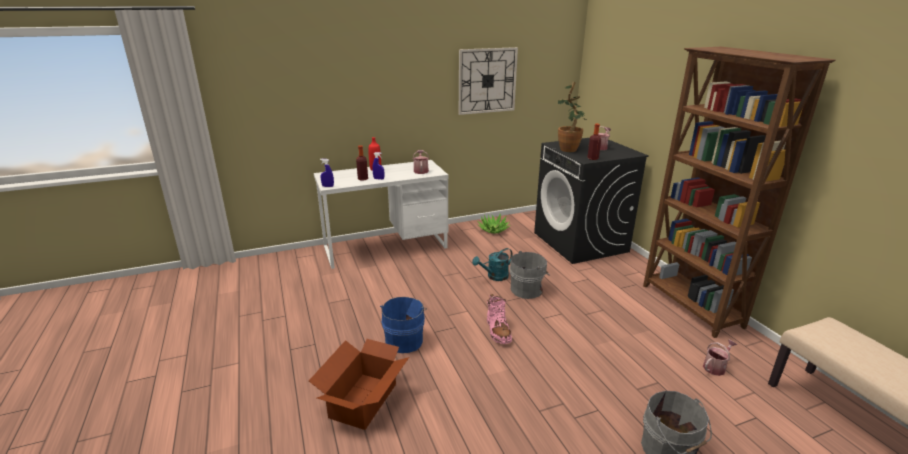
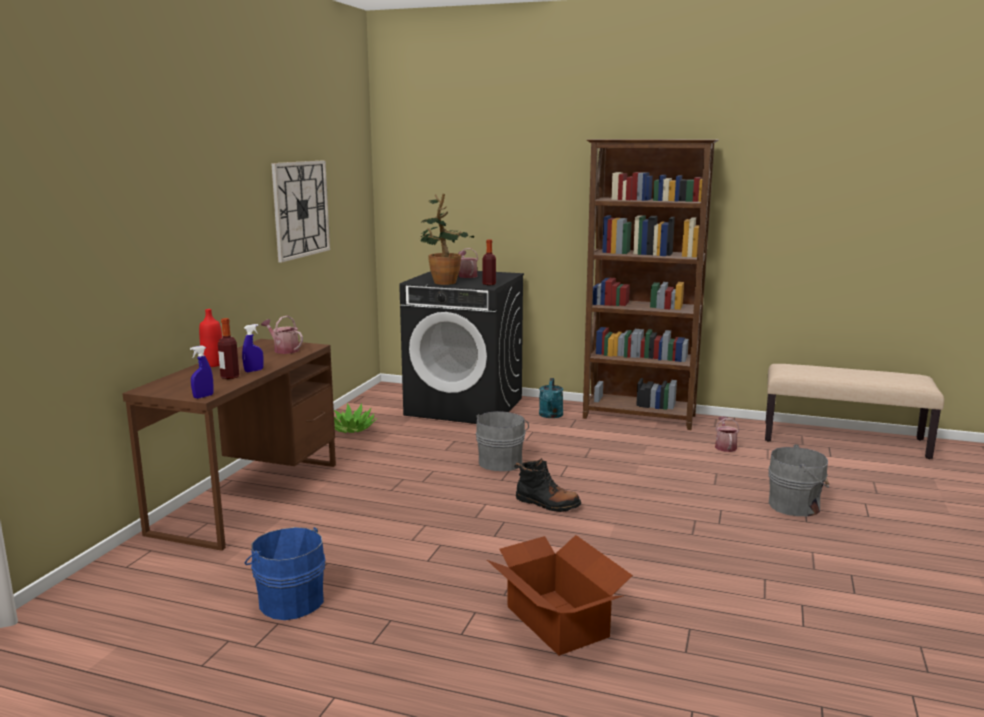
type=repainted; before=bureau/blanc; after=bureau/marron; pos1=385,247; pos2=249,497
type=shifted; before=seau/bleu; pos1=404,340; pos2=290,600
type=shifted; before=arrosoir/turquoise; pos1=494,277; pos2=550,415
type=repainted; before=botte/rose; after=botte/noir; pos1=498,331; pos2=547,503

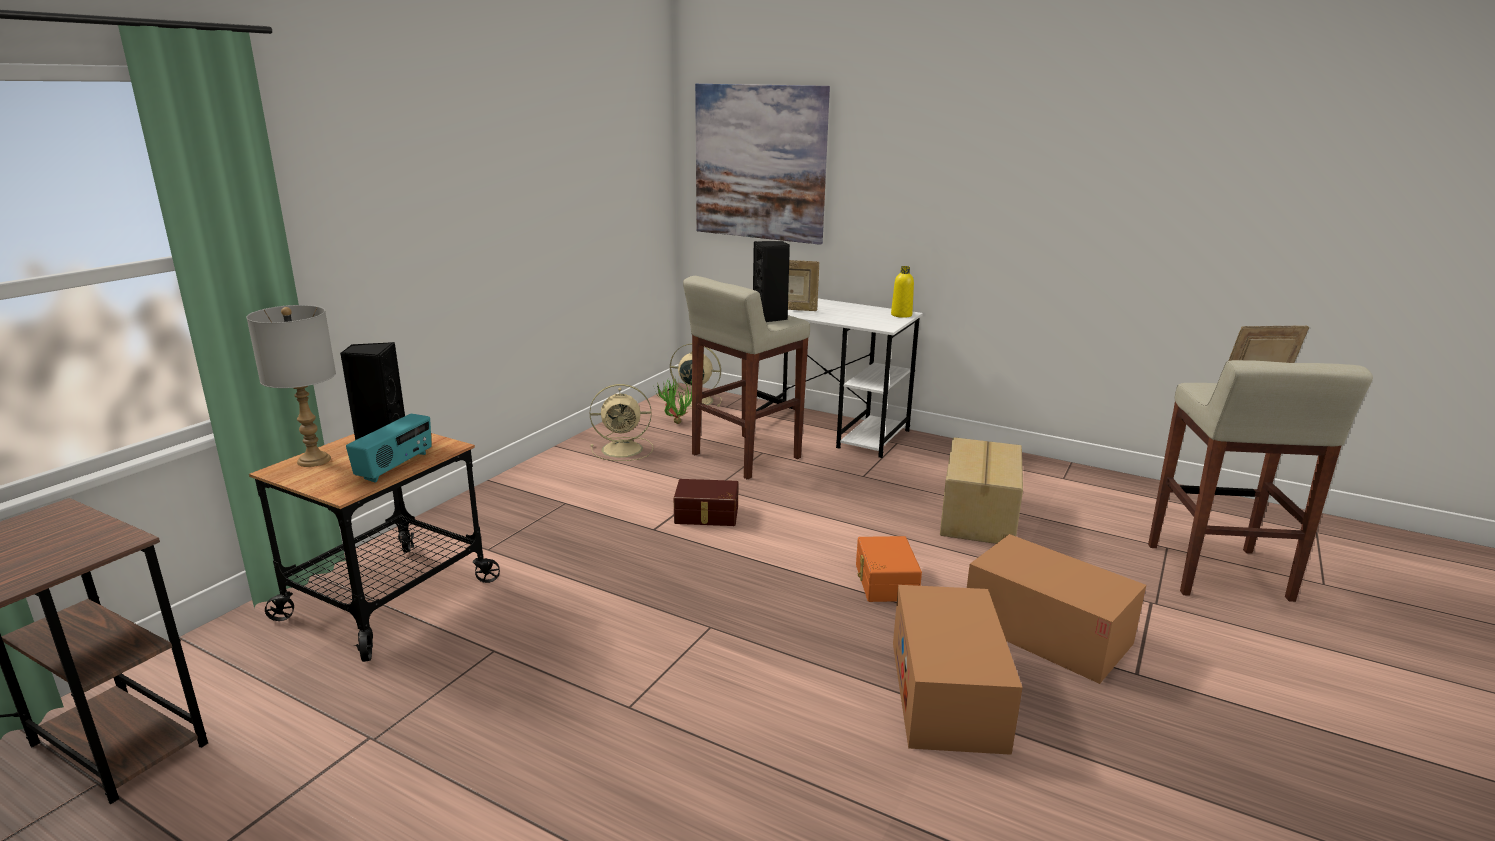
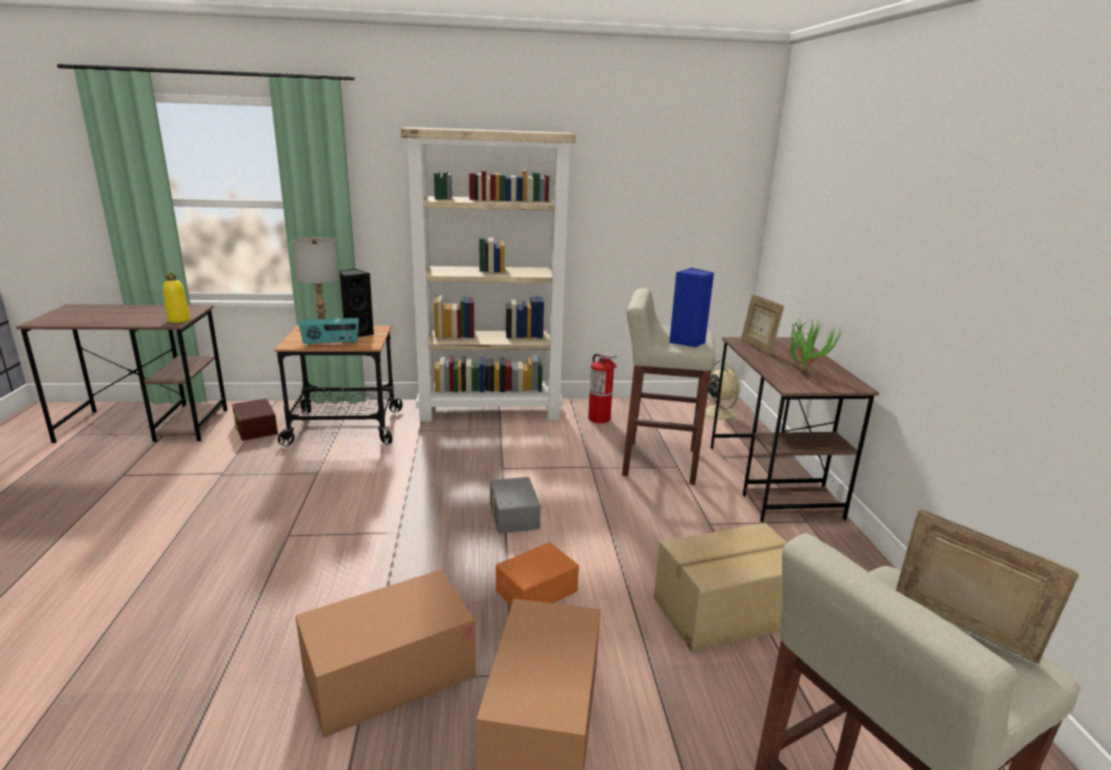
type=swapped; before=ventilateur/beige; after=extincteur; pos1=624,449; pos2=599,418
type=shifted; before=plante en pot; pos1=676,421; pos2=804,370
type=shifted; before=boîte de rangement/marron; pos1=706,515; pos2=254,428
type=gone; before=tableau; pos1=760,163
type=repainted; before=enceinte/noir; after=enceinte/bleu; pos1=770,318; pos2=688,342
type=repainted; before=bureau/blanc; after=bureau/marron; pos1=830,430; pos2=772,481
type=shifted; before=bouteille/jaune; pos1=901,315; pos2=179,320
type=new; after=bibliothèque/beige; pos2=491,411
type=new; after=boîte de rangement/gris; pos2=512,515

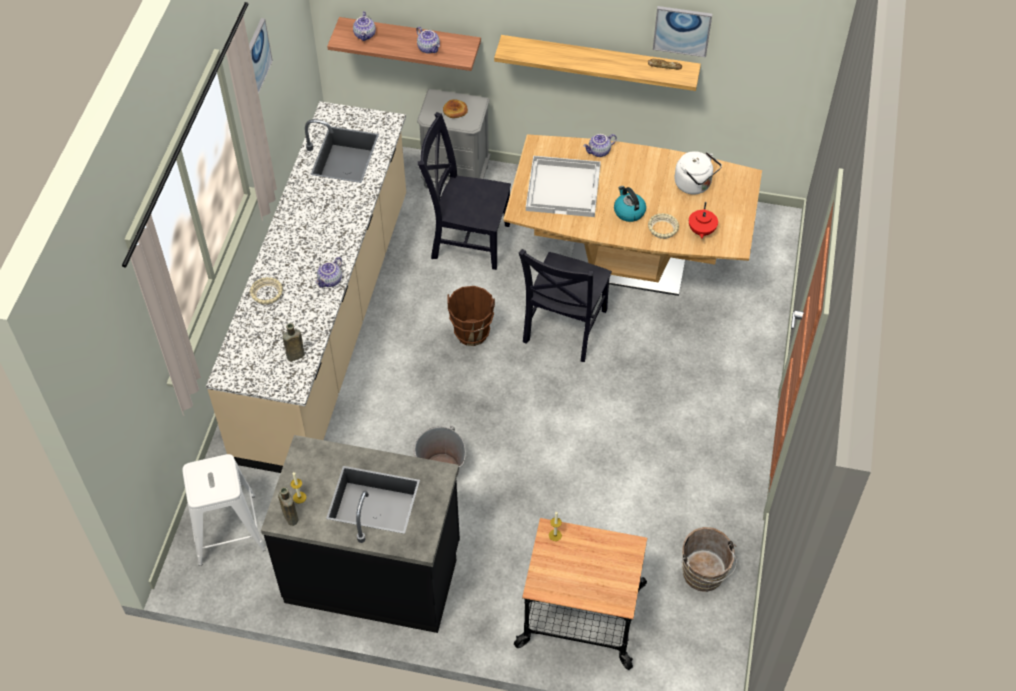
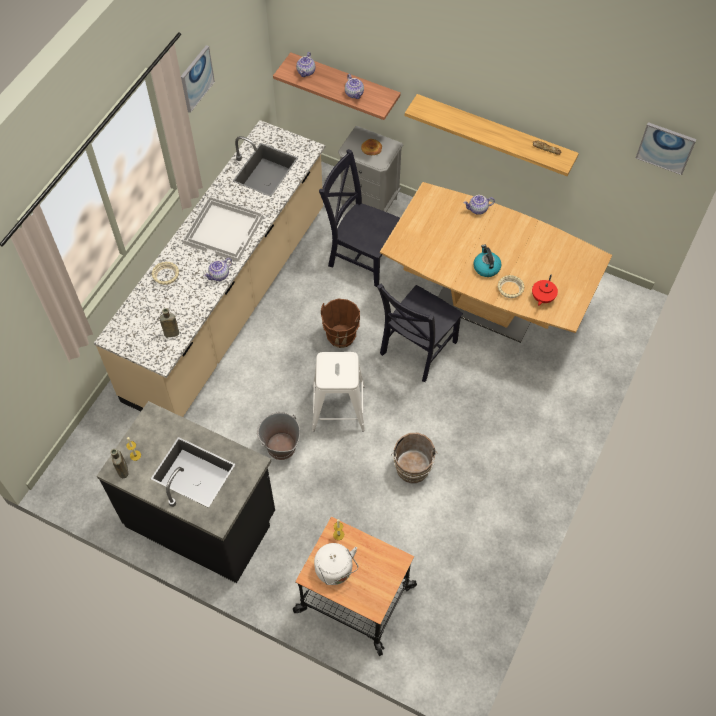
type=shifted; before=tabouret/blanc; pos1=227,529; pos2=338,408
type=shifted; before=plateau/blanc; pos1=564,187; pos2=224,230
type=shifted; before=tableau; pos1=682,30; pos2=665,147
type=shifted; before=bouilloire/blanc; pos1=694,185; pos2=335,571
type=shifted; before=seau/marron; pos1=704,576; pos2=412,471

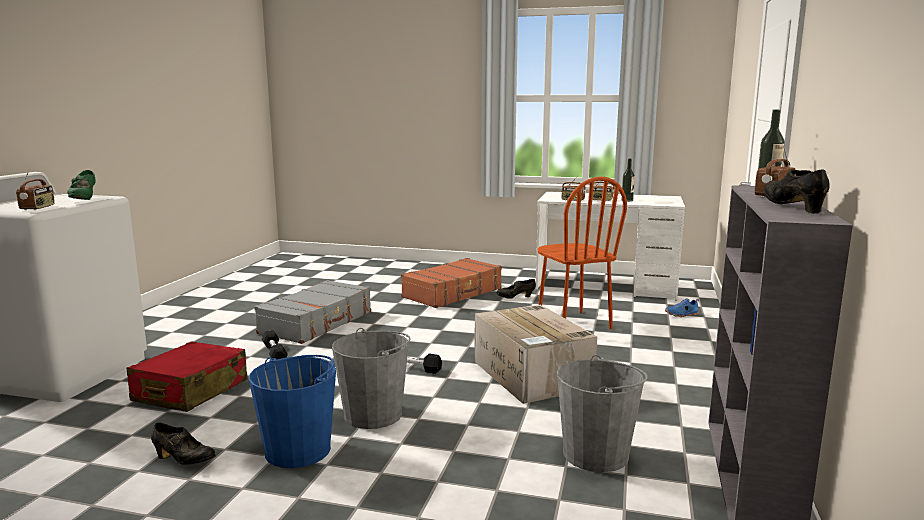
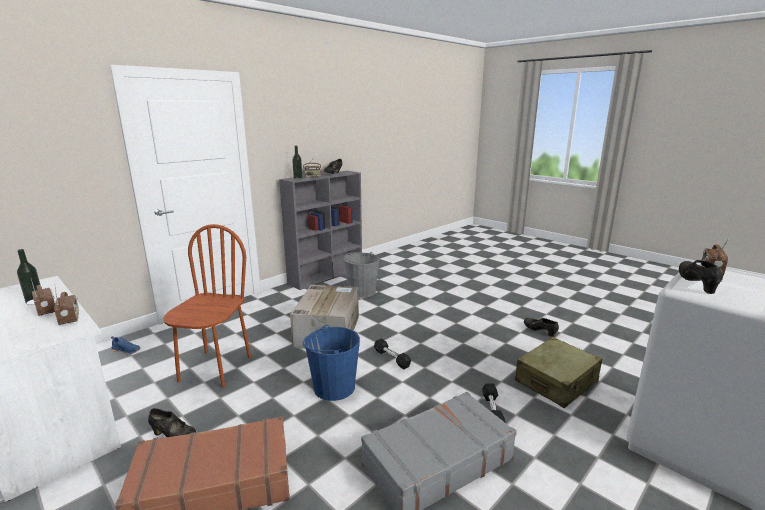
type=repainted; before=chaussure/vert; after=chaussure/noir; pos1=84,200; pos2=696,284
type=repainted; before=valise/rouge; after=valise/beige; pos1=190,391; pos2=556,381
type=shifted; before=seau/bleu; pos1=298,450; pos2=334,387
type=gone; before=seau/gris; pos1=373,414

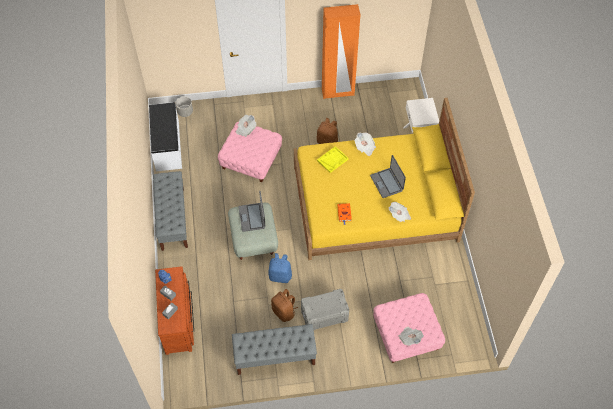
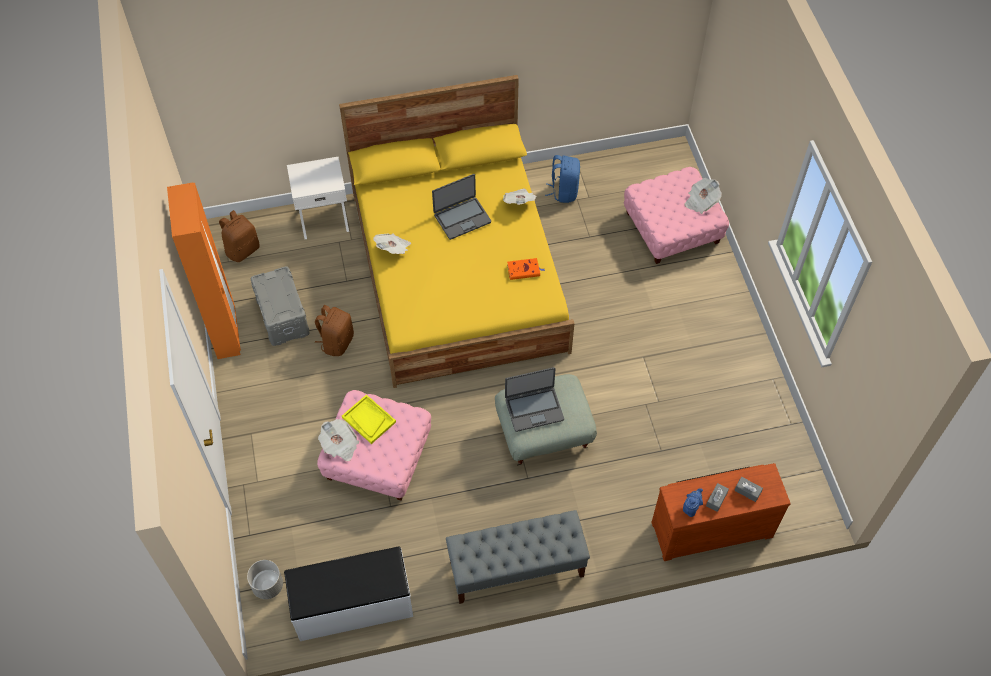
type=gone; before=banc/gris; pos1=274,356
type=shifted; before=sac à dos/bleu; pos1=280,275; pos2=564,191
type=shifted; before=sac à dos/marron; pos1=284,312; pos2=242,249
type=shifted; before=boîte de rangement/gris; pos1=324,315; pos2=283,316
type=shifted; before=plateau/jaune; pos1=332,160; pos2=368,420

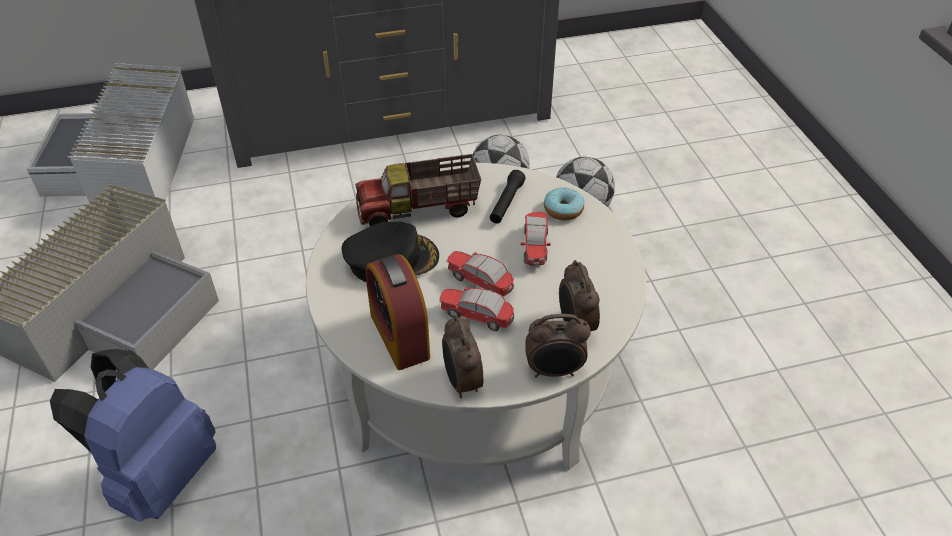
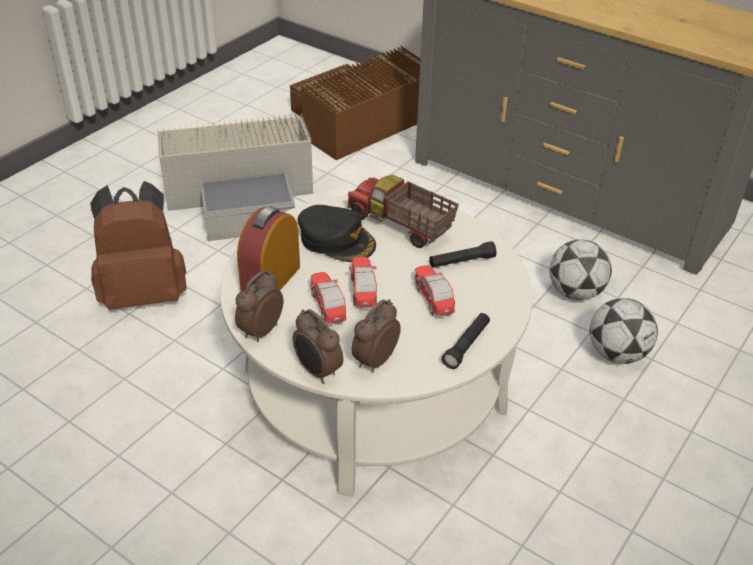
type=repainted; before=boîte de rangement/blanc; after=boîte de rangement/marron; pos1=127,166; pos2=357,121
type=repainted; before=sac à dos/bleu; after=sac à dos/marron; pos1=159,475; pos2=144,294
type=rotated; before=petite voiture; pos1=535,247; pos2=433,300; turn=105
type=gone; before=beignet; pos1=563,210
type=new; after=lampe de poche/noir; pos2=466,345

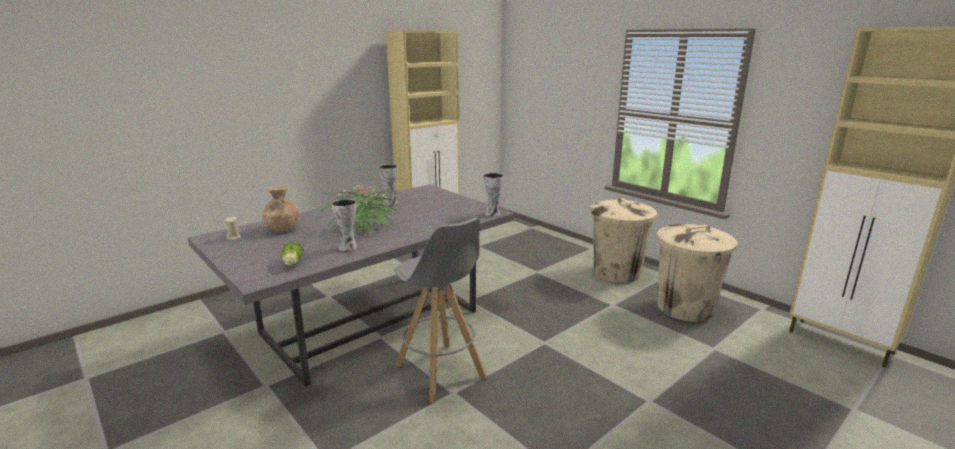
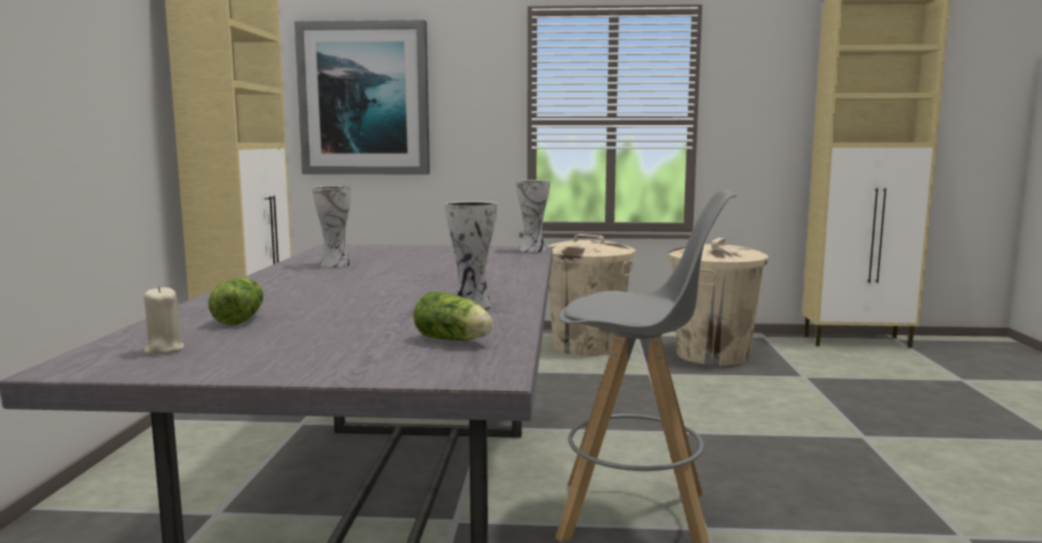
type=swapped; before=vase/marron; after=laitue; pos1=282,229; pos2=241,318
type=gone; before=plante en pot; pos1=364,228
type=new; after=tableau; pos2=364,99

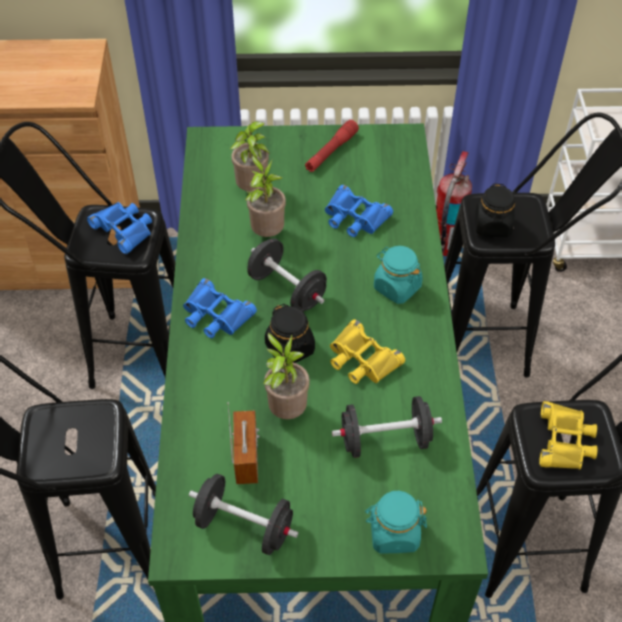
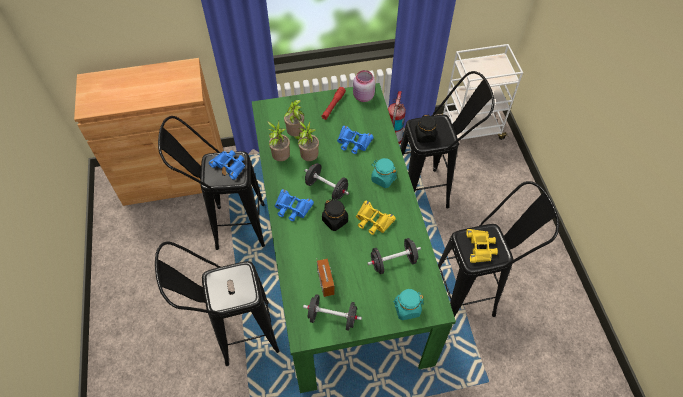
type=shifted; before=plante en pot; pos1=286,410; pos2=280,158
type=new; after=bocal/rose; pos2=363,97

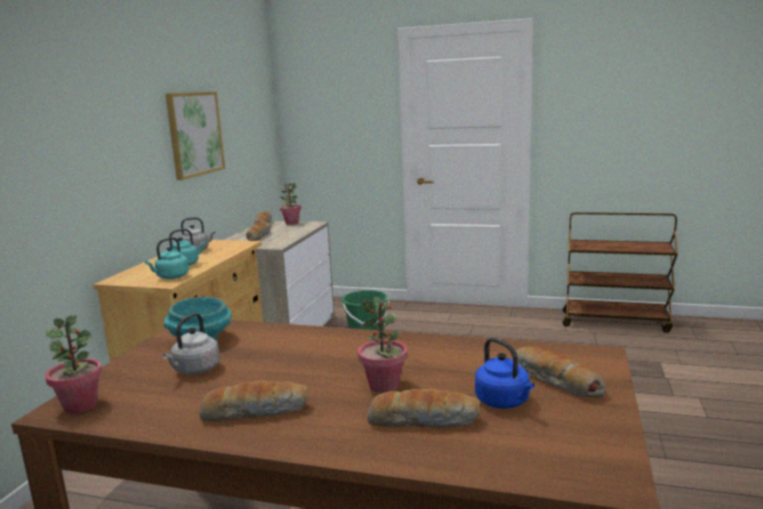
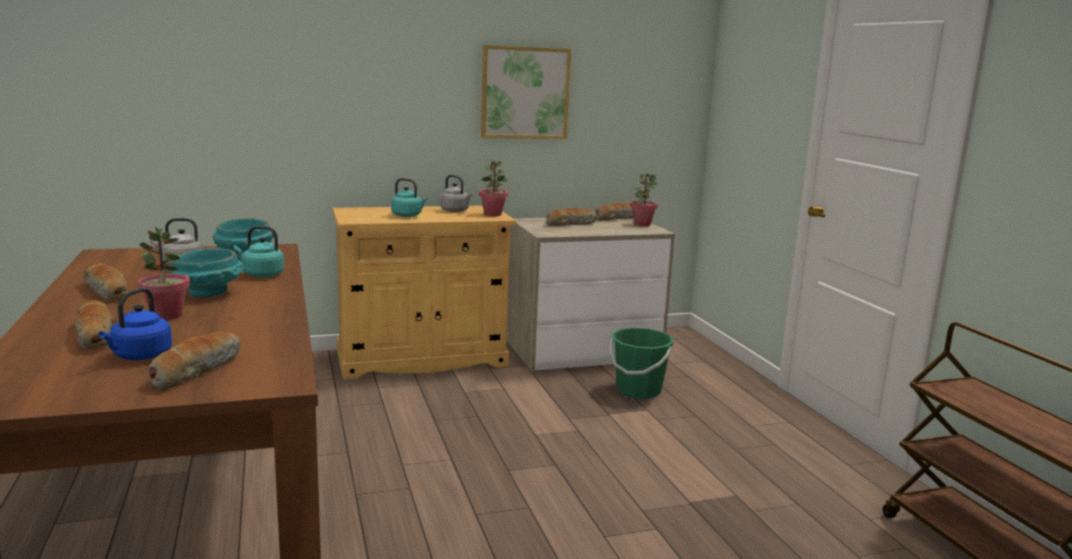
type=shifted; before=plante en pot; pos1=80,406; pos2=493,214
type=shifted; before=bouilloire/turquoise; pos1=171,277; pos2=261,275
type=new; after=bol/turquoise; pos2=209,293

